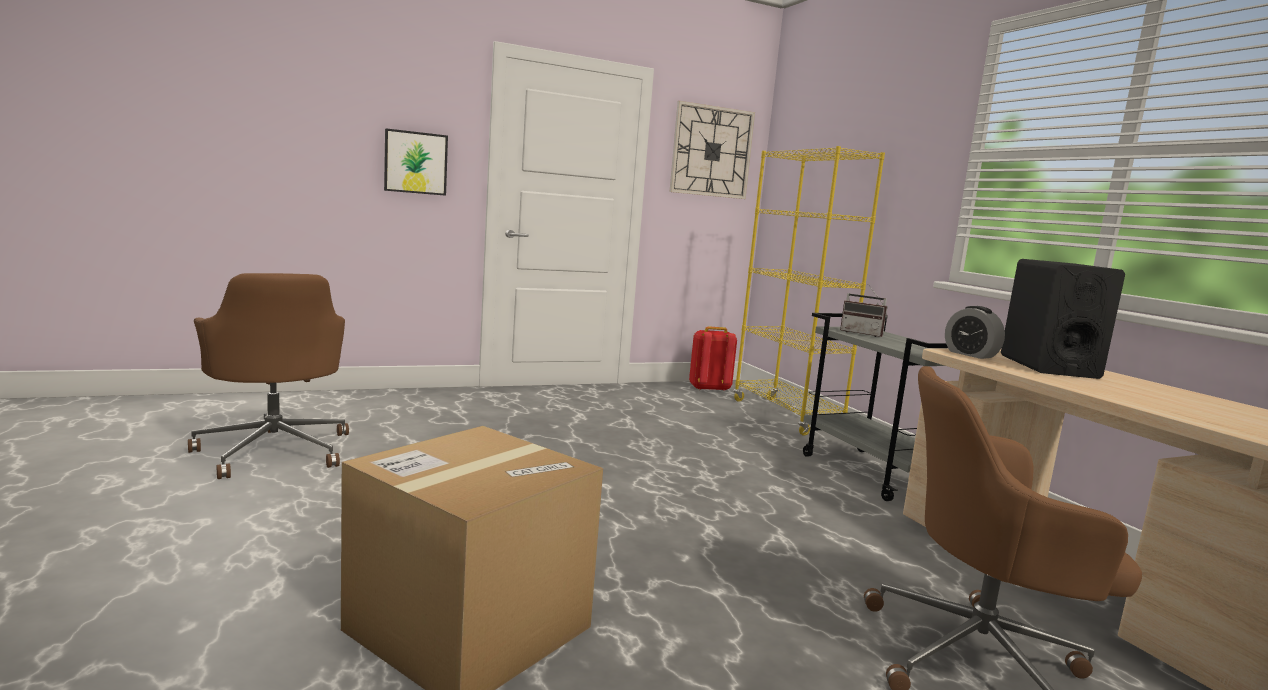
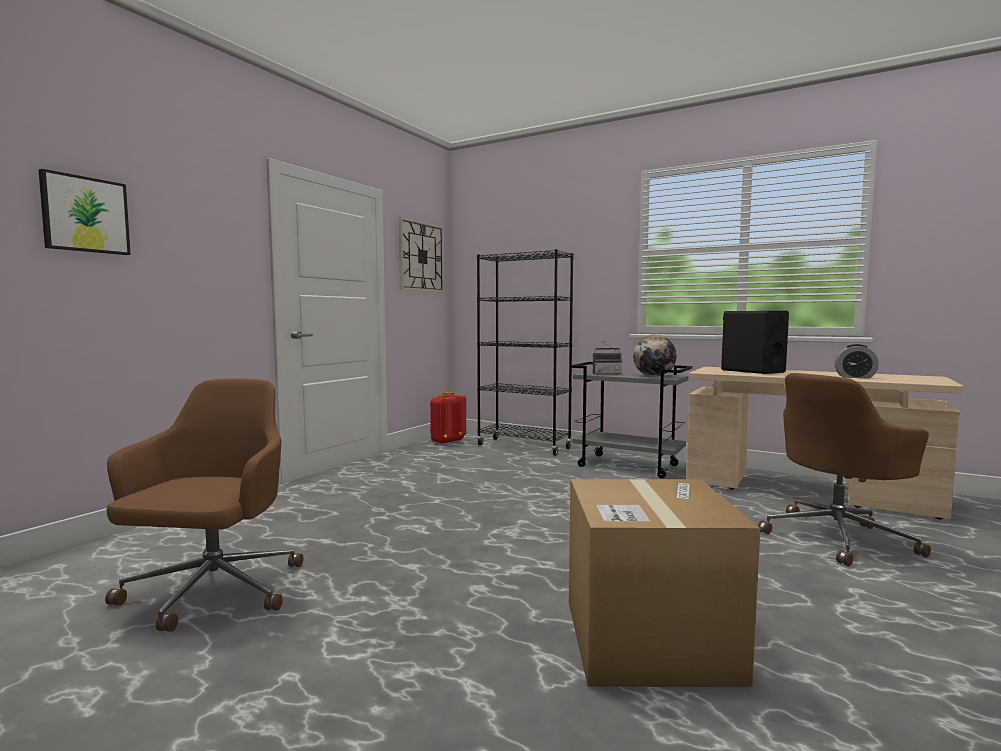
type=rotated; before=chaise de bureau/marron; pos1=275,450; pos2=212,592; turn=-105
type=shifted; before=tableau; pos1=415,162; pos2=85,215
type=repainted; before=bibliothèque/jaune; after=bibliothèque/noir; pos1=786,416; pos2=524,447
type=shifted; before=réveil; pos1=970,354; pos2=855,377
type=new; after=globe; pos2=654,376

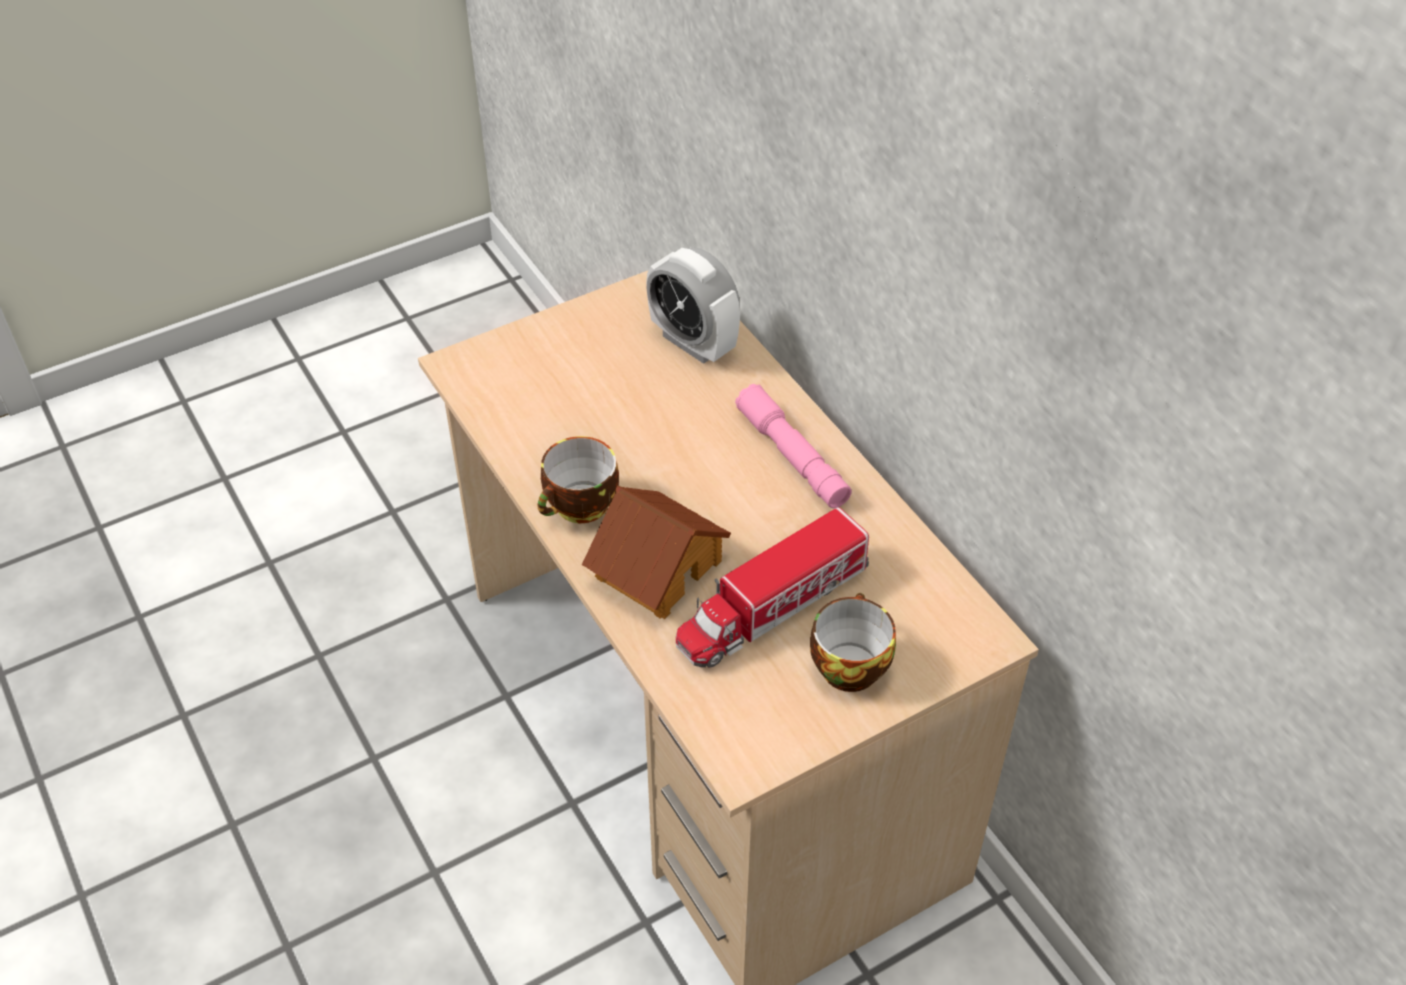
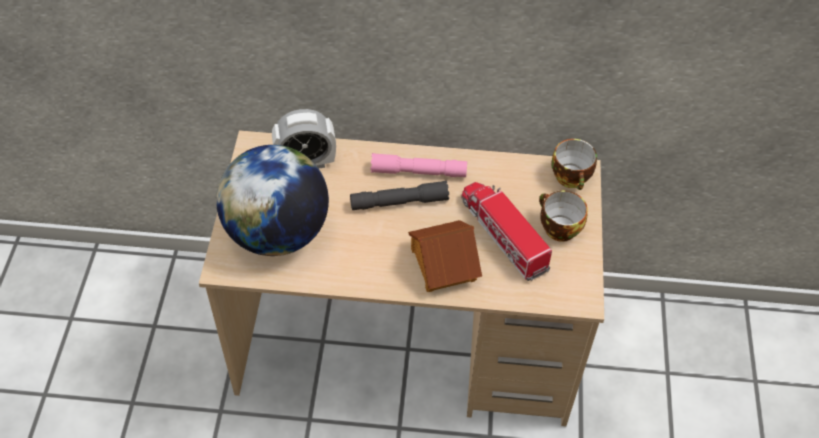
type=shifted; before=tasse; pos1=580,507; pos2=572,178
type=rotated; before=camion jouet; pos1=772,606; pos2=503,235; turn=150
type=new; after=globe; pos2=277,233
type=new; after=lampe de poche/gris; pos2=399,202

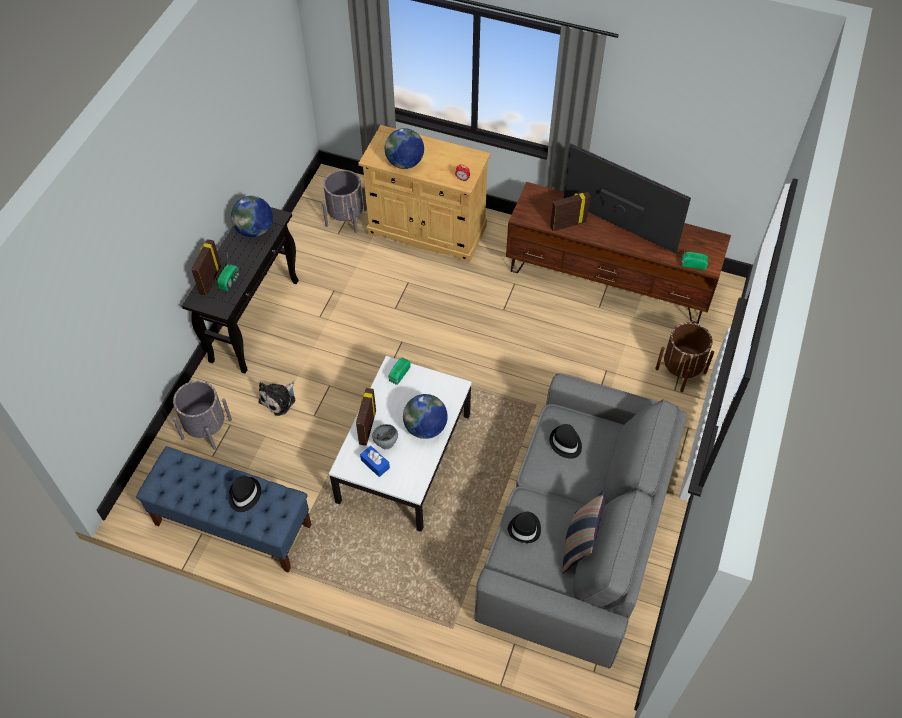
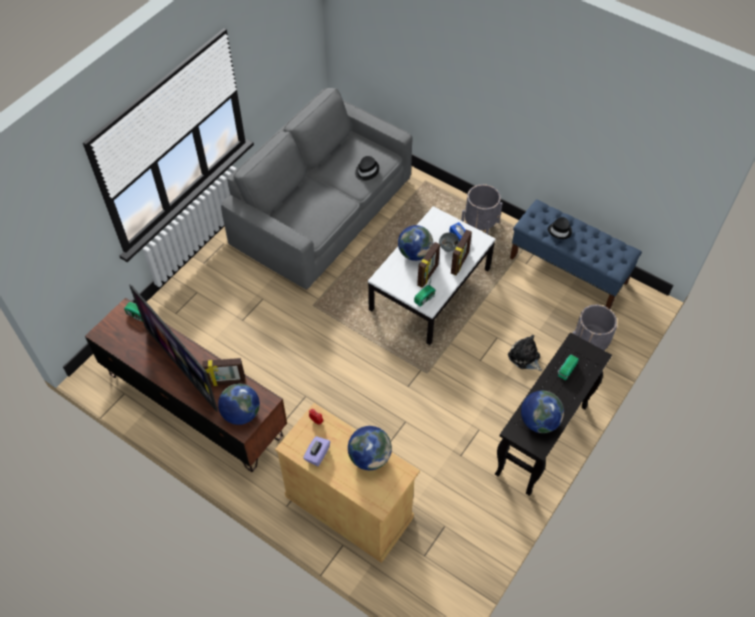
type=shifted; before=cadre photo; pos1=209,280; pos2=428,275
type=rotated; before=peluche; pos1=279,399; pos2=525,357; turn=-90
type=shifted; before=cache-pot/gris; pos1=346,218; pos2=479,226
type=gone; before=chapeau/noir; pos1=565,443
type=gone; before=coussin; pos1=578,545
type=gone; before=cache-pot/marron; pos1=680,370
type=new; after=globe; pos2=241,413
type=new; after=boîte à mouchoirs/violet; pos2=317,455

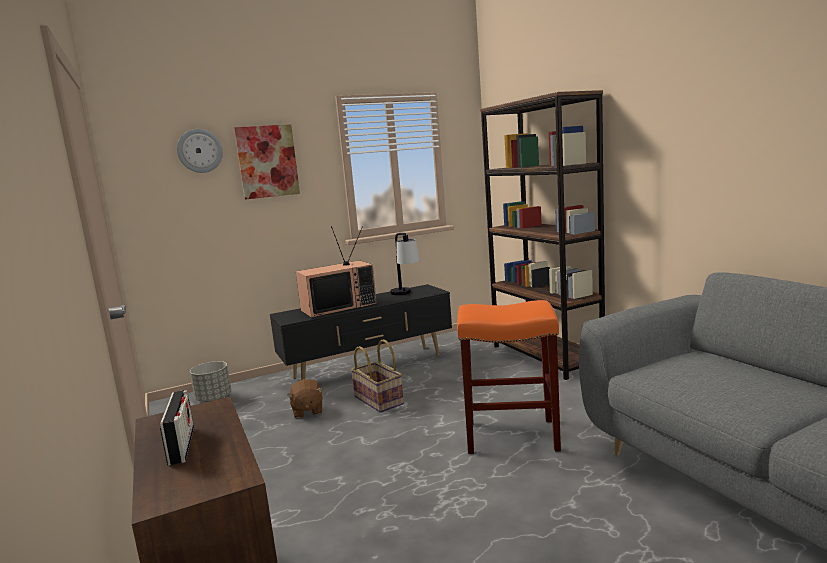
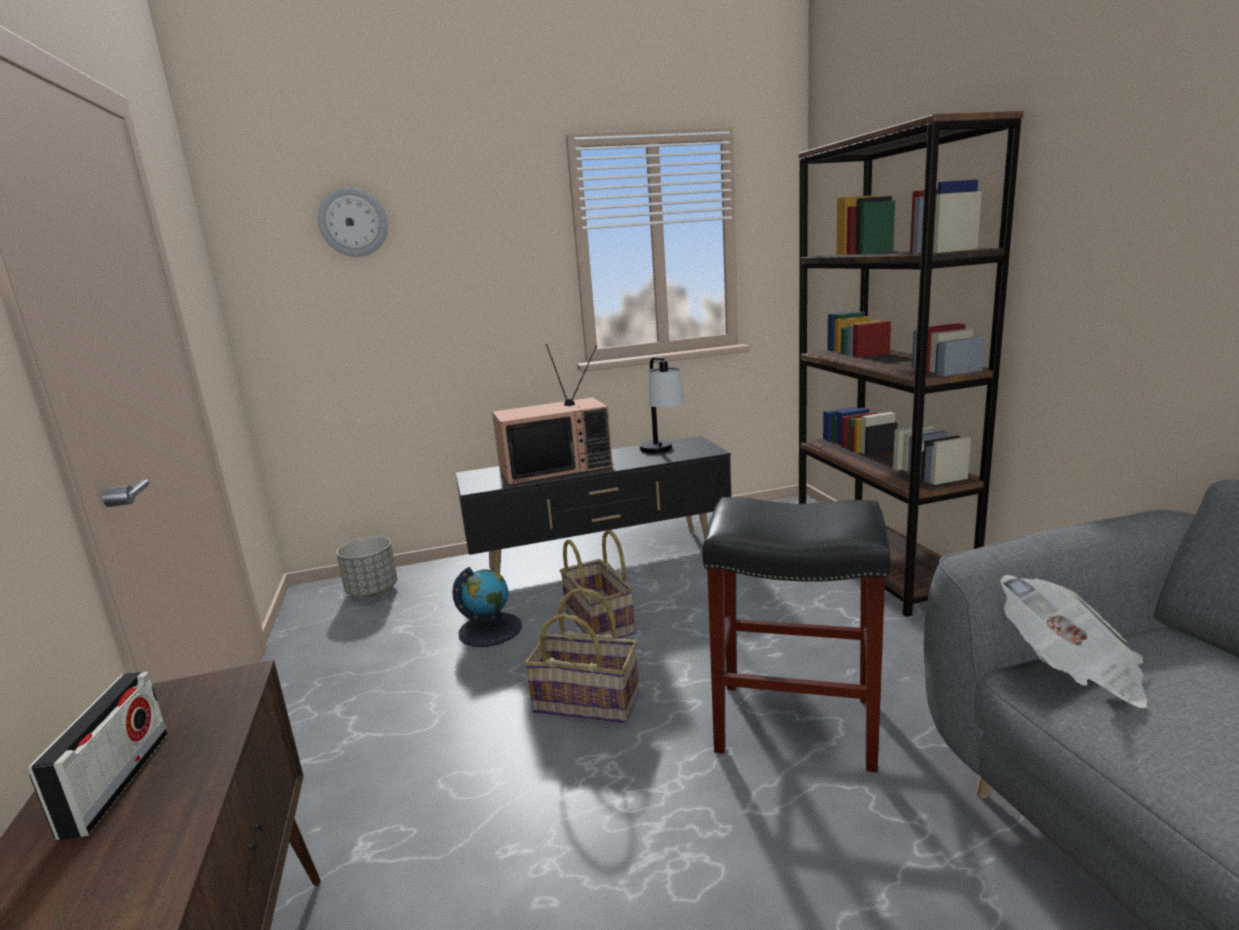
type=gone; before=tableau; pos1=267,161
type=swapped; before=peluche/marron; after=globe; pos1=307,411; pos2=490,629
type=repainted; before=tabouret/orange; after=tabouret/noir; pos1=512,435; pos2=797,723
type=new; after=panier; pos2=587,701
type=new; after=journal; pos2=1070,669

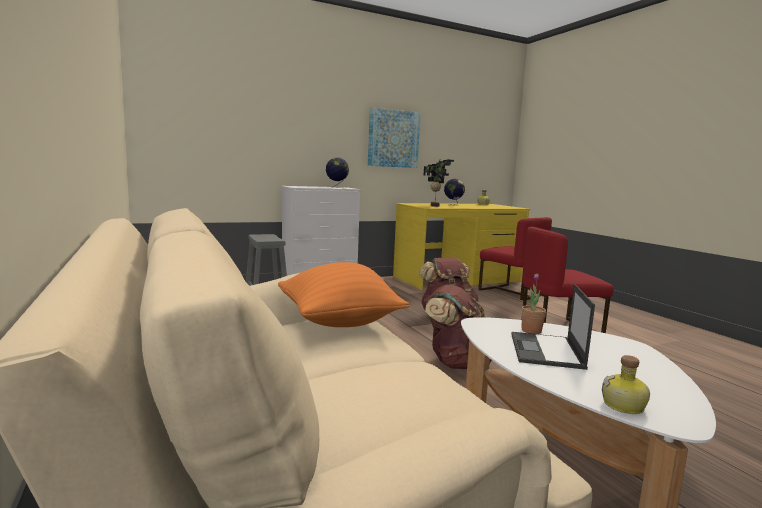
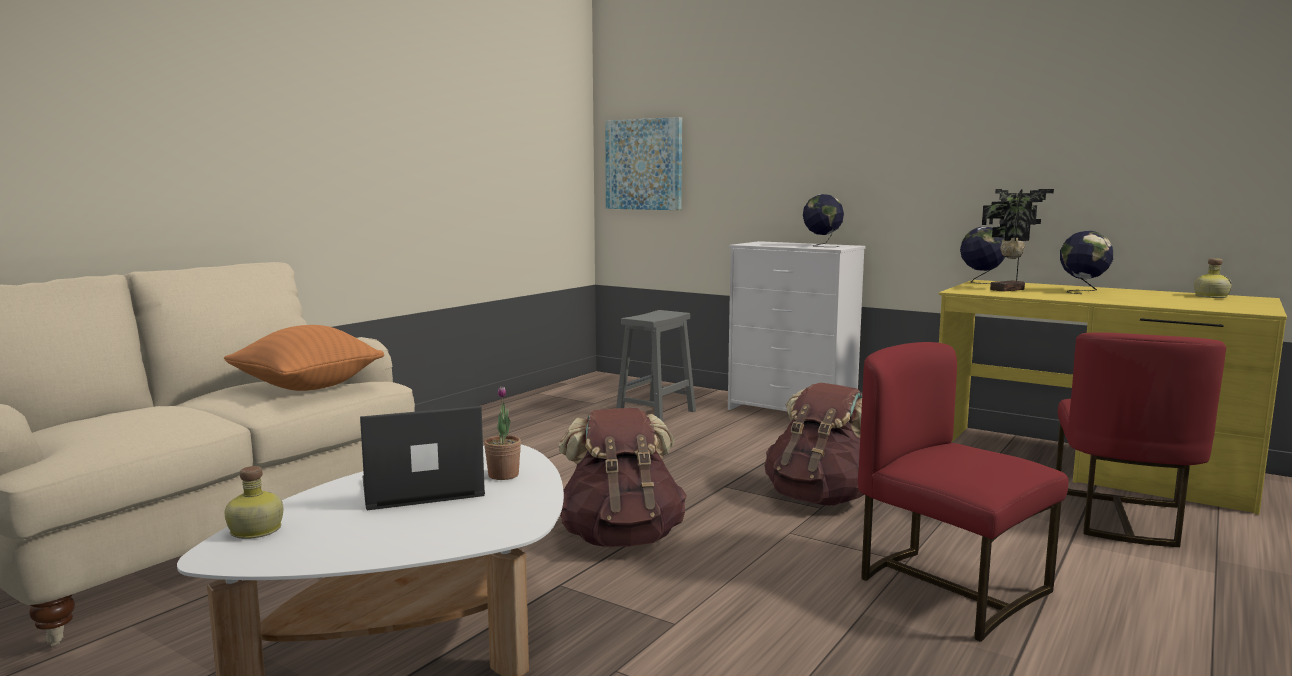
type=shifted; before=tableau; pos1=393,138; pos2=644,164
type=new; after=globe; pos2=981,282

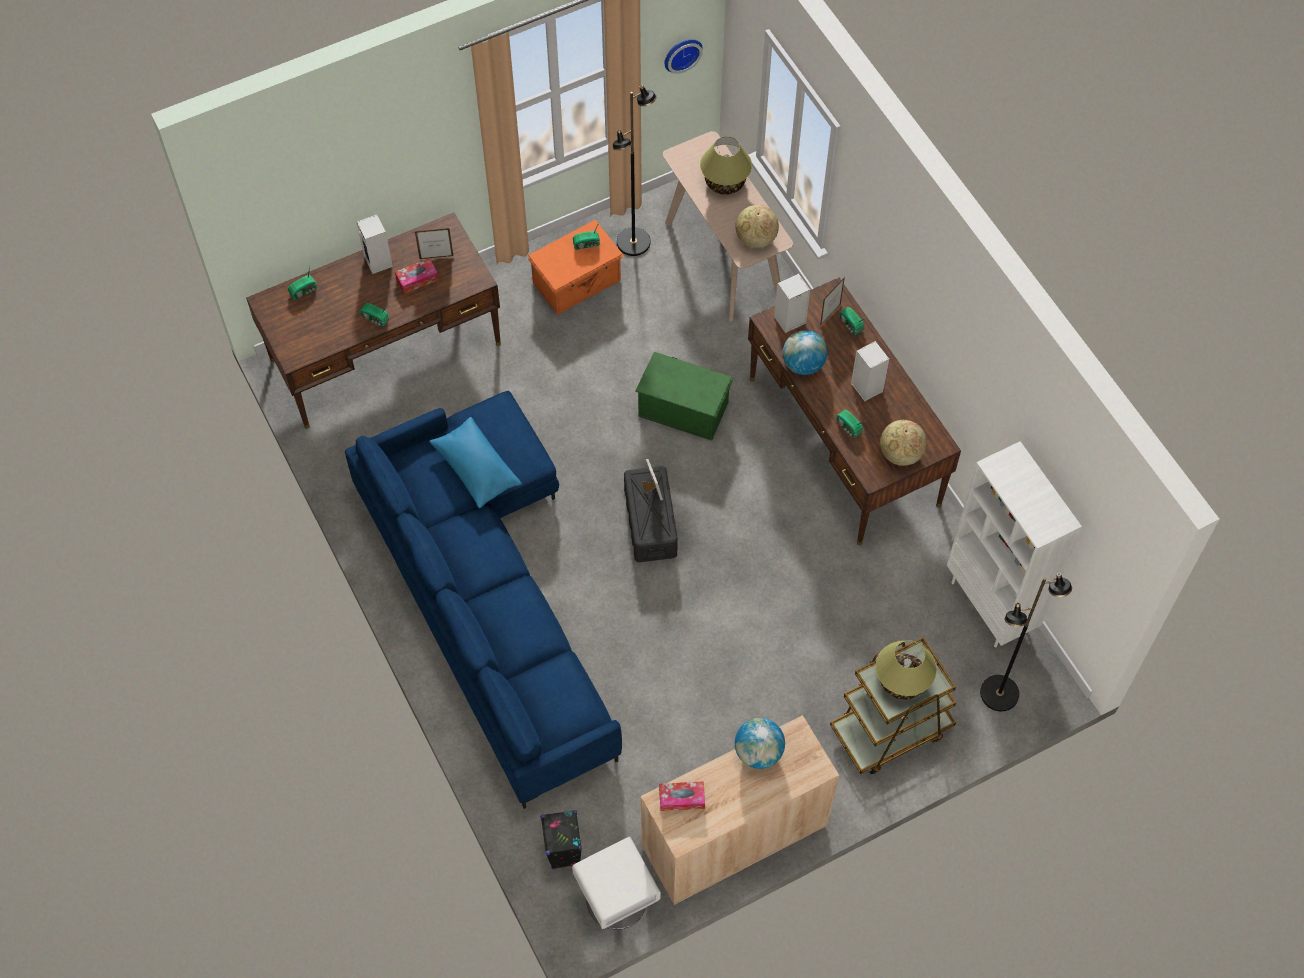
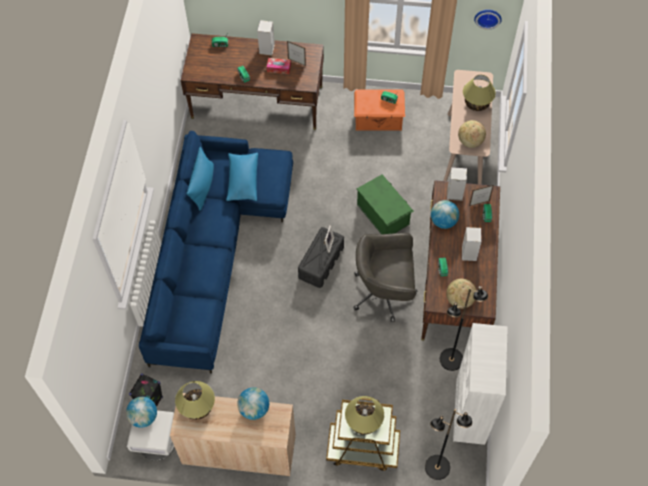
type=shifted; before=lampadaire/noir; pos1=634,242; pos2=451,360
type=swapped; before=boîte à mouchoirs; after=lampe de table; pos1=681,798; pos2=197,407
type=new; after=globe; pos2=144,417
type=new; after=coussin/bleu; pos2=202,186
type=new; after=chaise de bureau/gris; pos2=384,292

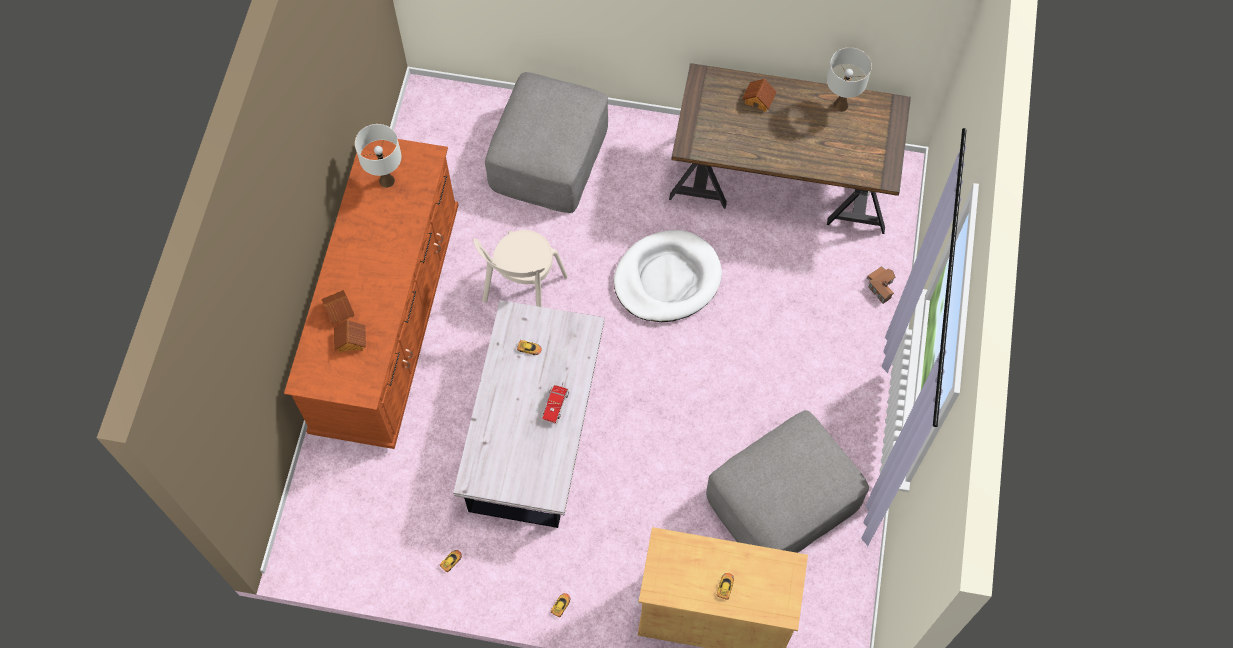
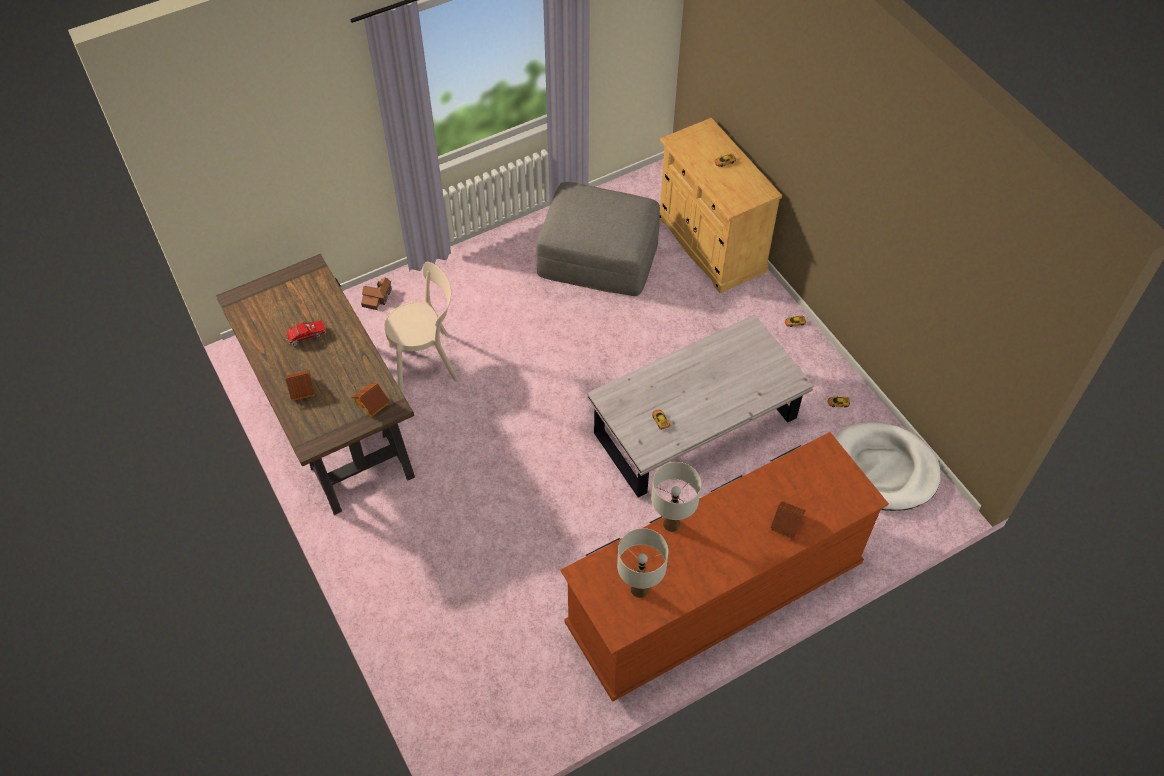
type=shifted; before=maison miniature; pos1=350,341; pos2=372,403
type=shifted; before=chaise/beige; pos1=523,292; pos2=427,361
type=gone; before=pouf/gris; pos1=549,156
type=shifted; before=camion jouet; pos1=555,404; pos2=305,336
type=shifted; before=panier pour chien/blanc; pos1=667,279; pos2=882,469
type=shifted; before=lampe de table/blanc; pos1=841,105; pos2=671,523

